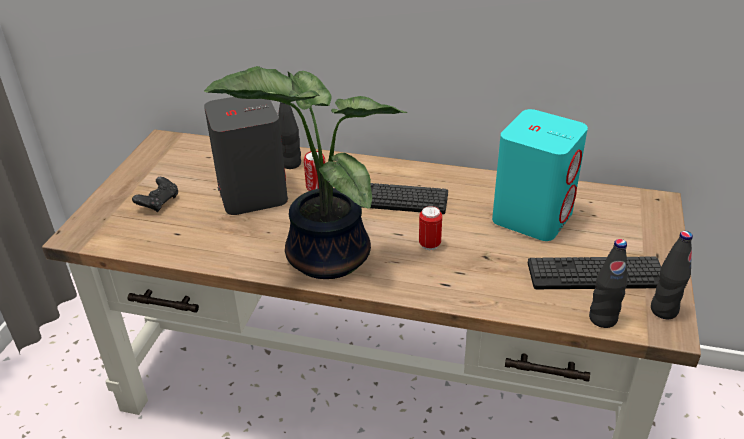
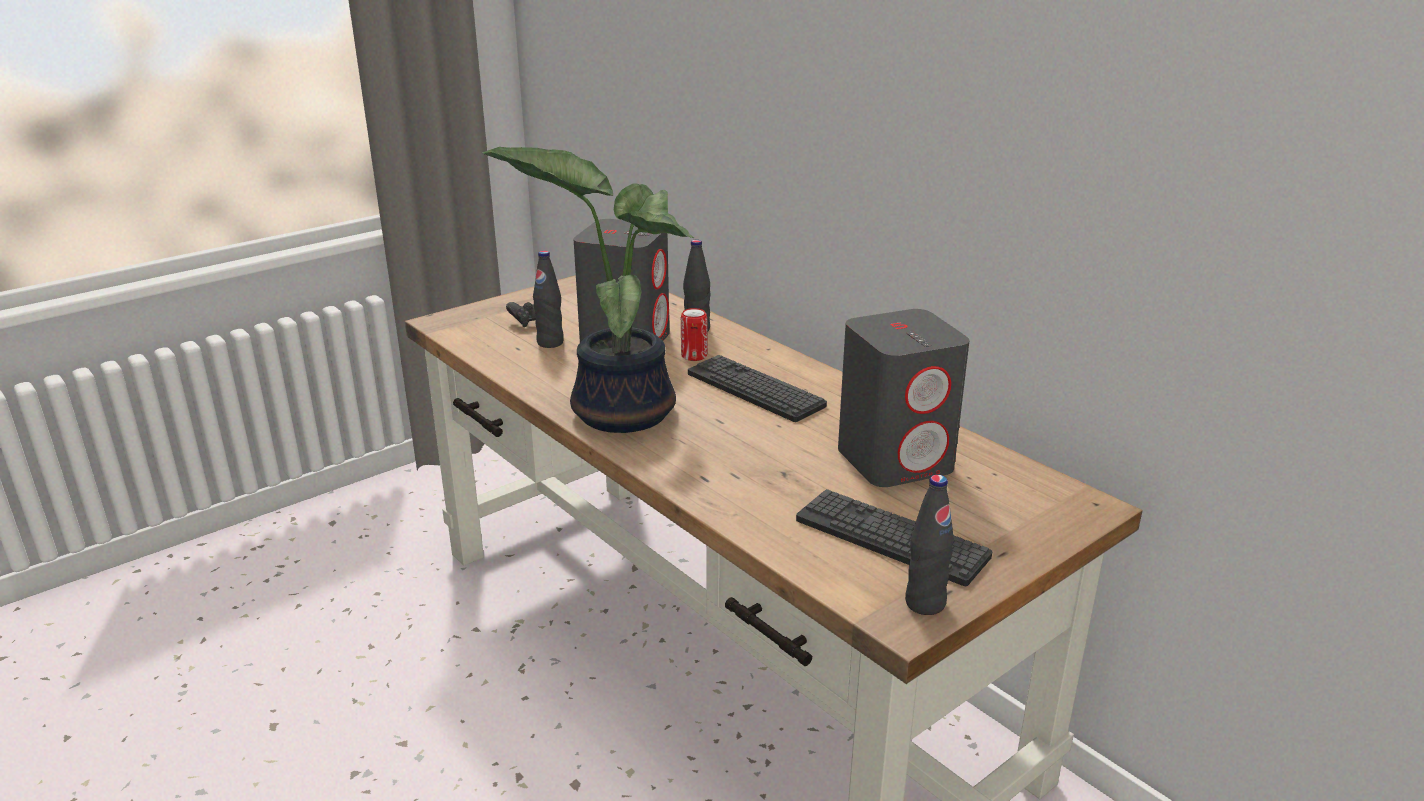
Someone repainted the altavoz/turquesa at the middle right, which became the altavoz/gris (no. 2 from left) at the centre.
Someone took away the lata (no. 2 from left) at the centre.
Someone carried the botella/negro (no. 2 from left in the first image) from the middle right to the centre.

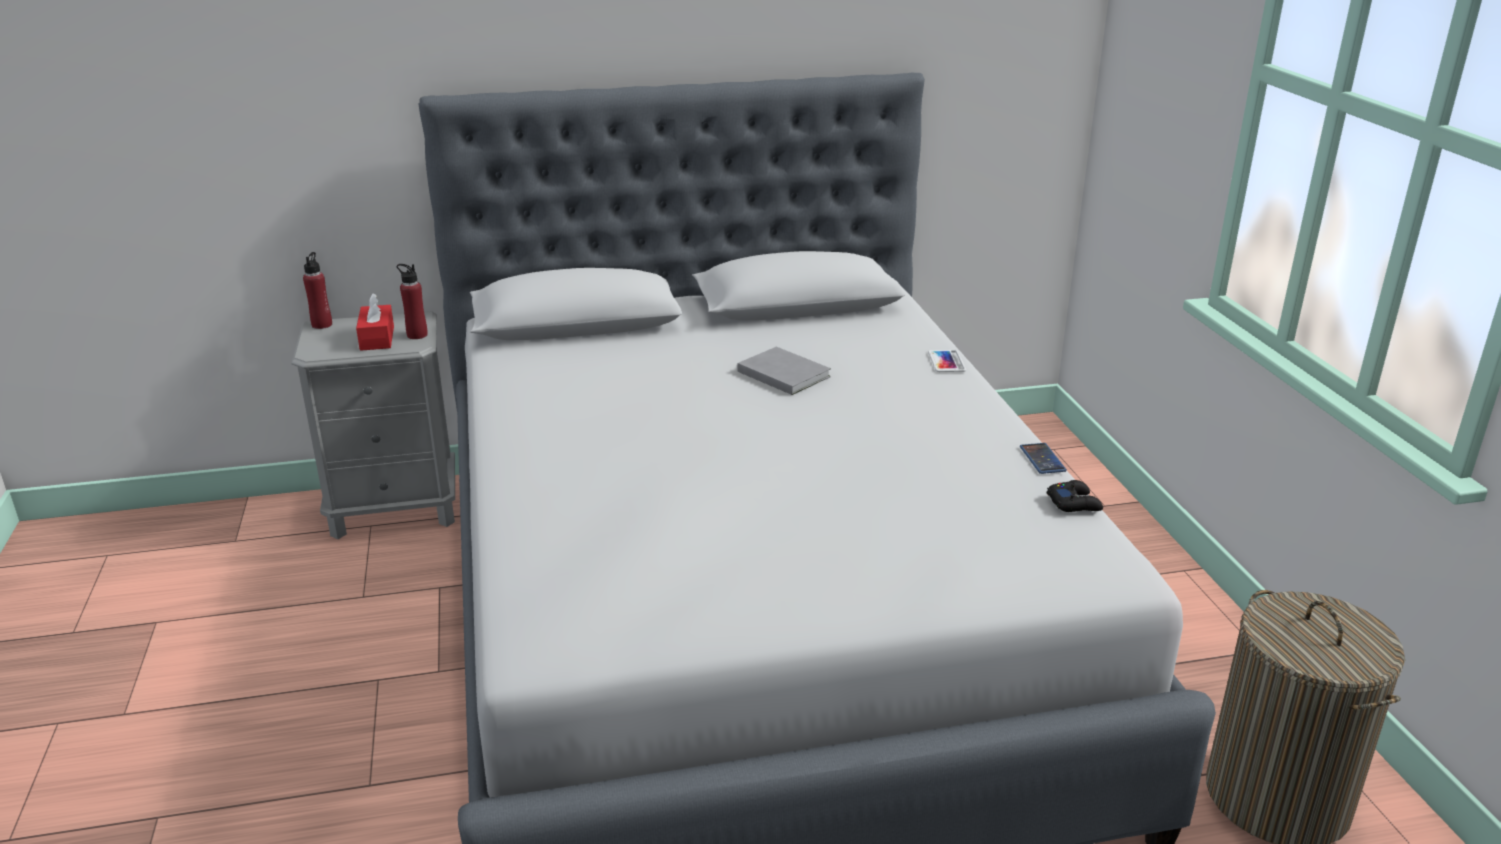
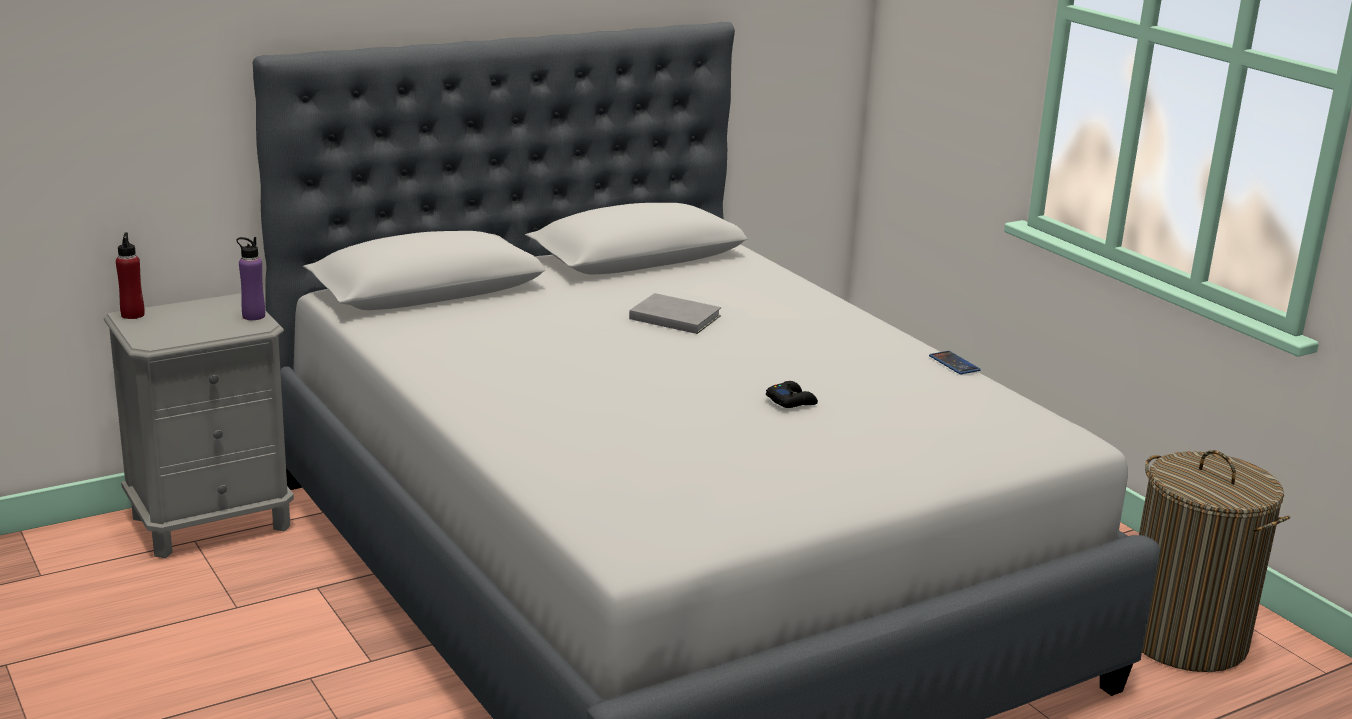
Someone repainted the botella/rojo (no. 2 from left) at the middle left, which became the botella/morado at the middle left.
Someone took away the caja de pañuelos/rojo at the middle left.
Someone took away the móvil (no. 1 from left) at the centre.
Someone carried the mando de consola/negro from the middle right to the centre.

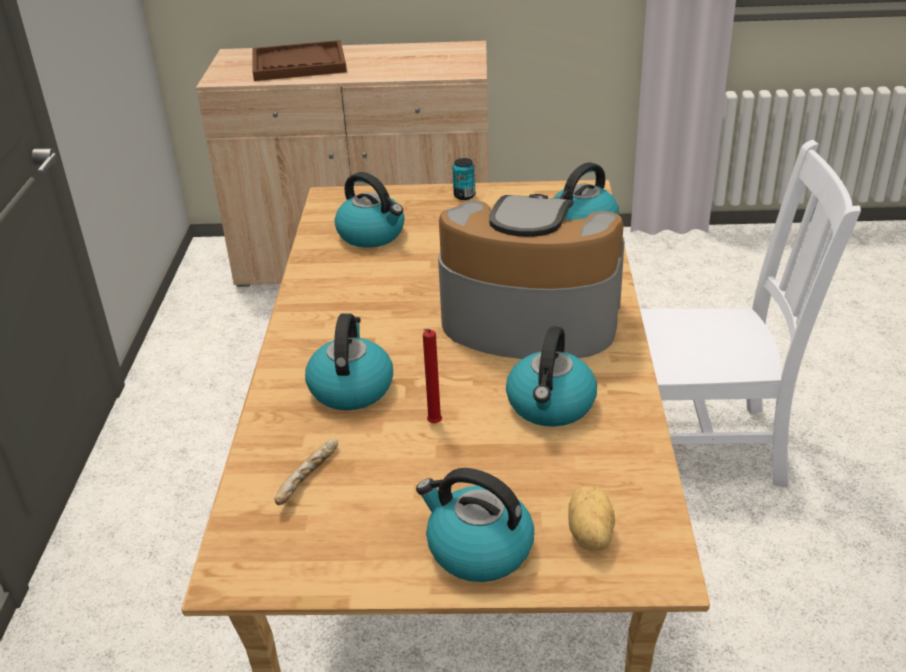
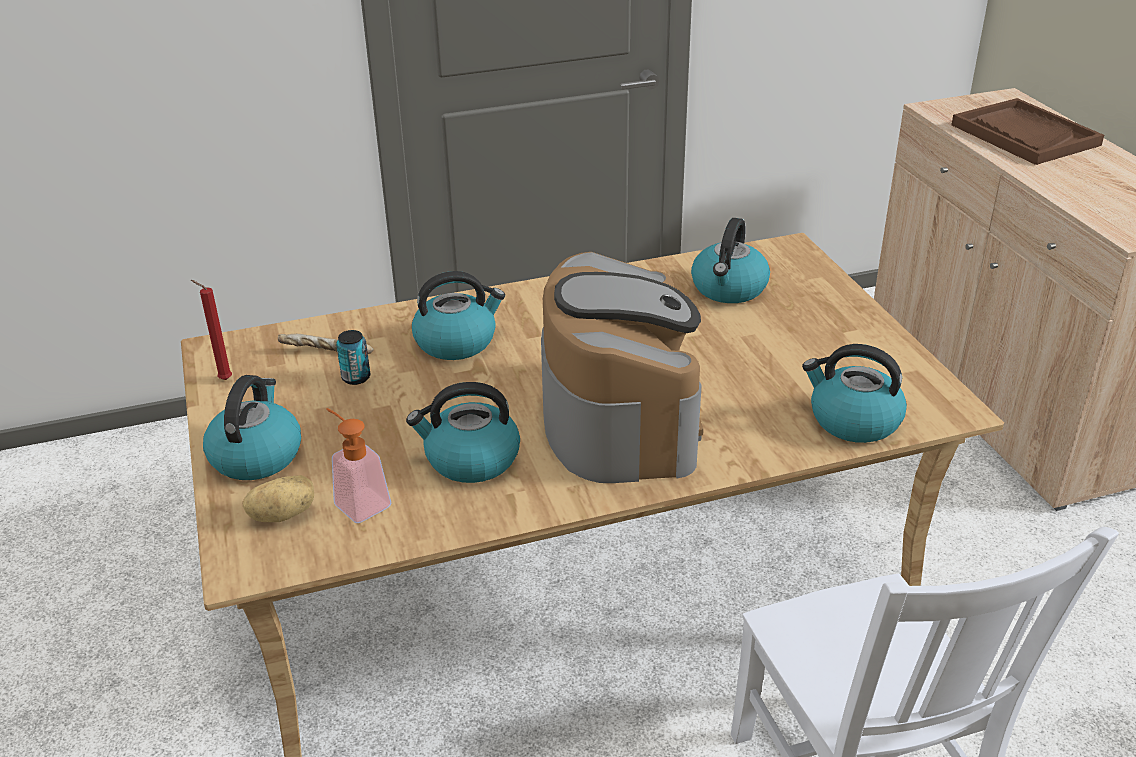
Someone carried the lata from the top centre to the middle left.
Someone carried the vela/rojo from the centre to the middle left.
Someone put down the dispensador de jabón at the middle left.

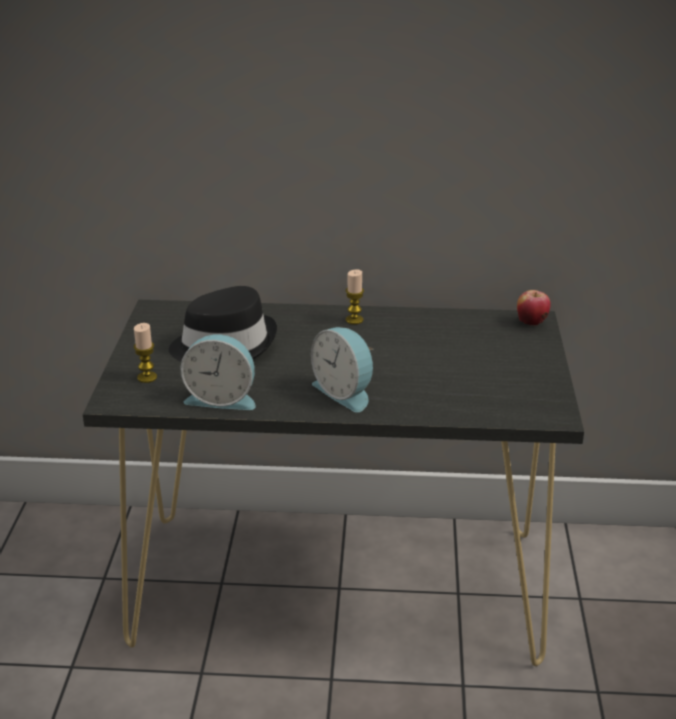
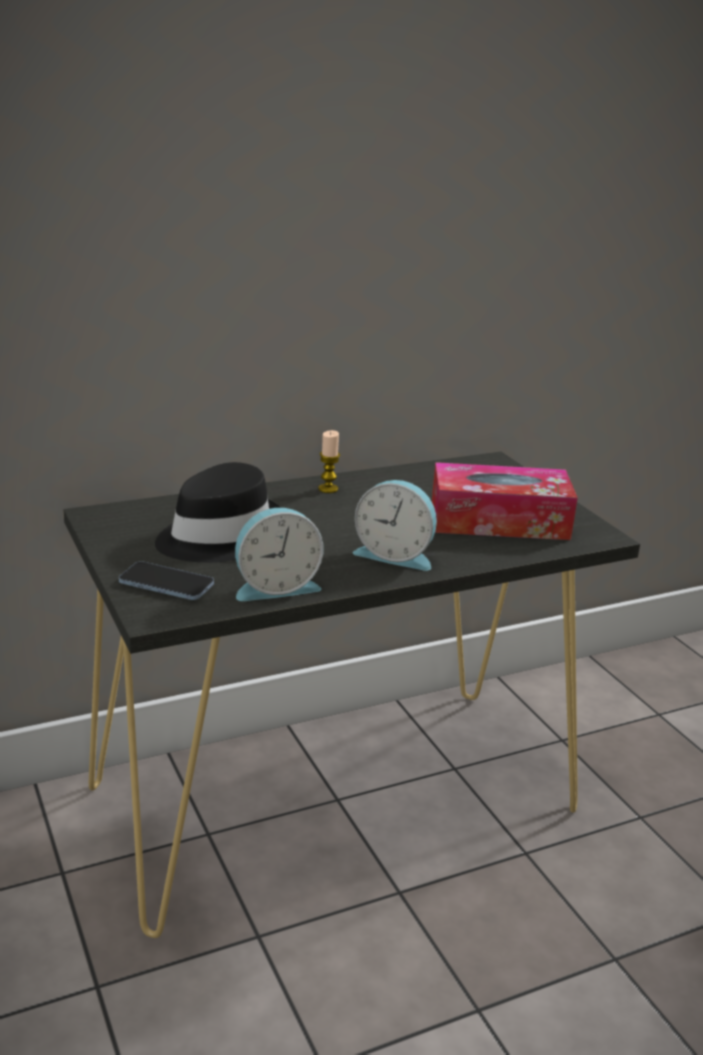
Someone took away the manzana at the middle right.
Someone swapped the vela (no. 1 from left) at the middle left for the móvil at the middle left.
Someone put down the caja de pañuelos at the middle right.

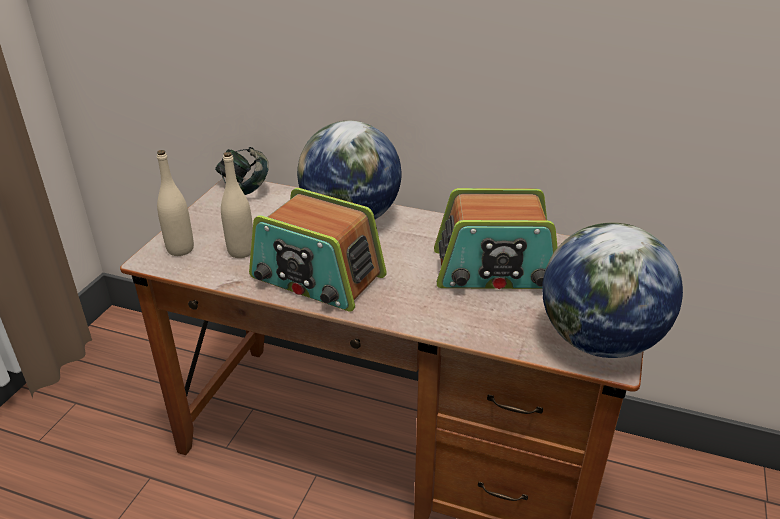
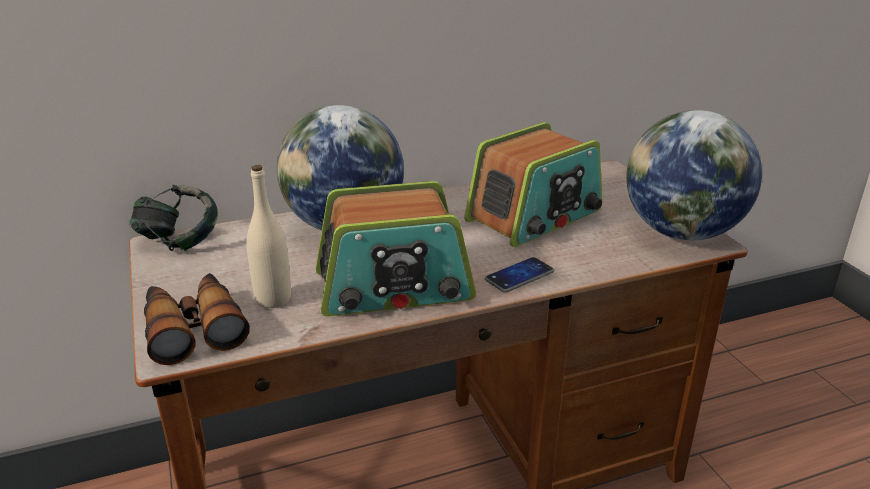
Someone swapped the botella/beis (no. 1 from left) at the middle left for the prismáticos at the middle left.
Someone put down the móvil at the centre.

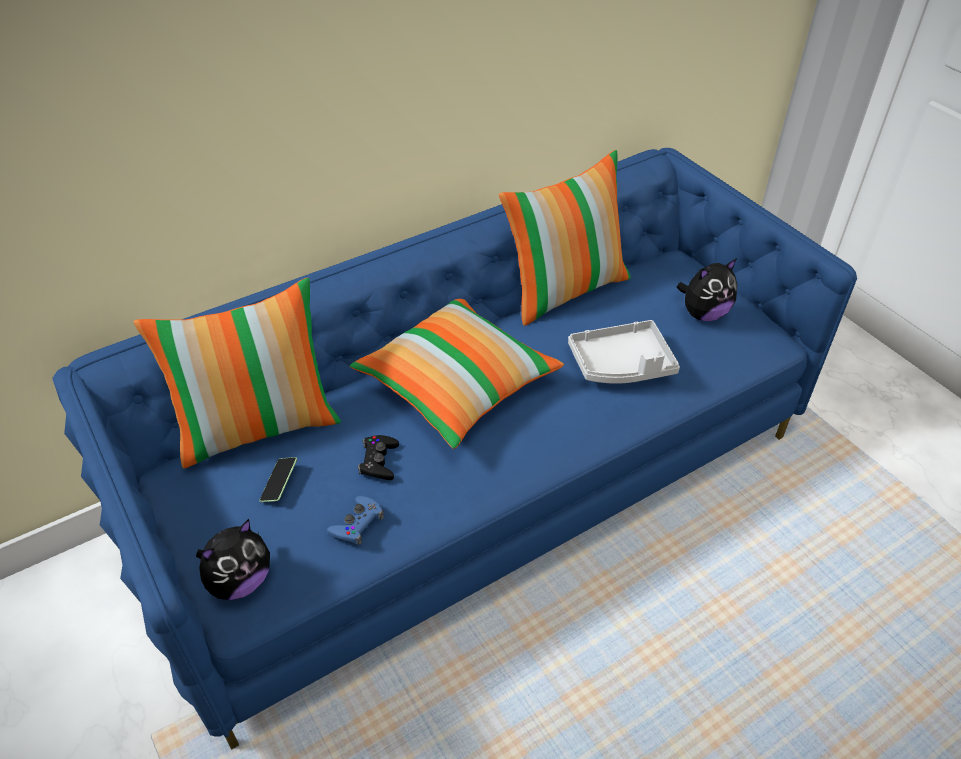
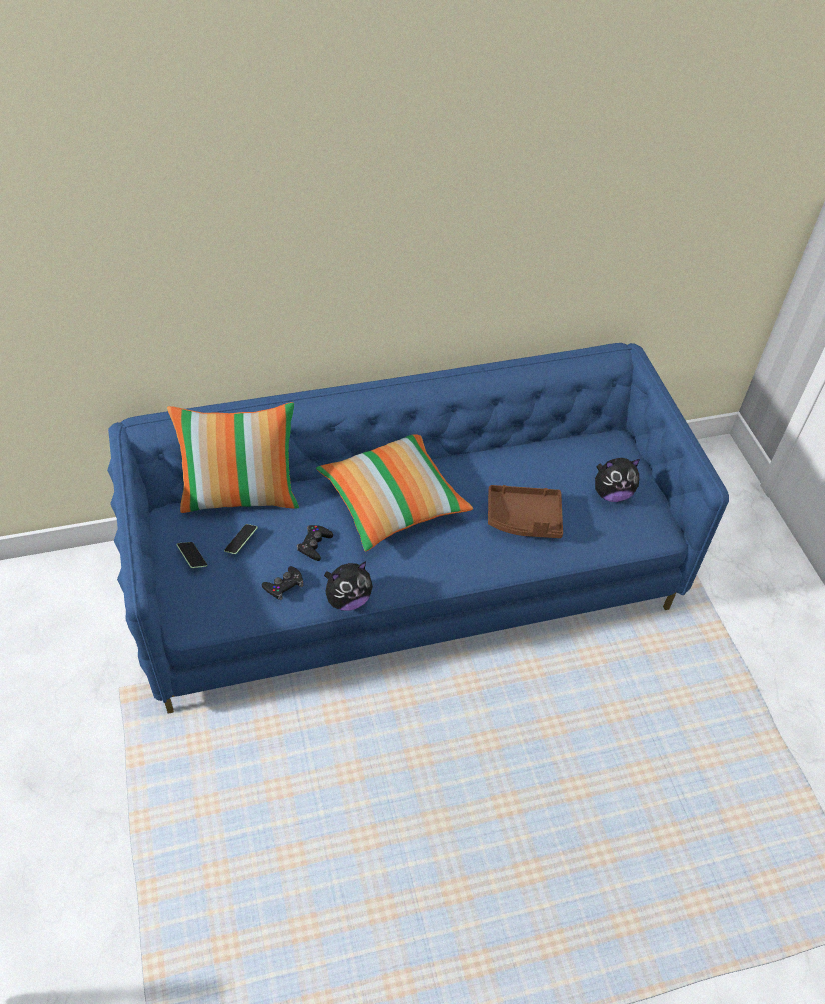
Someone took away the cojín (no. 3 from left) at the top centre.
Someone repainted the bandeja/gris at the centre, which became the bandeja/marrón at the centre.
Someone repainted the mando de consola/azul at the bottom centre, which became the mando de consola/negro (no. 1 from left) at the centre.
Someone carried the peluche (no. 1 from left) from the bottom left to the centre.
Someone put down the móvil (no. 1 from left) at the middle left.

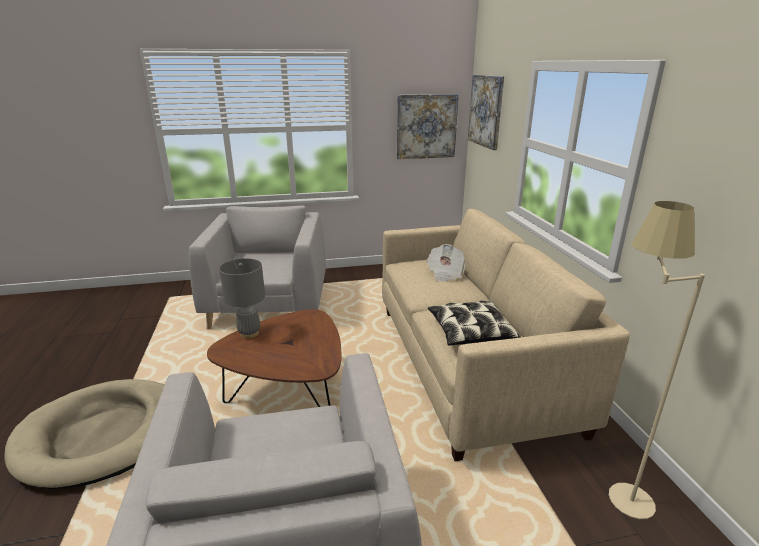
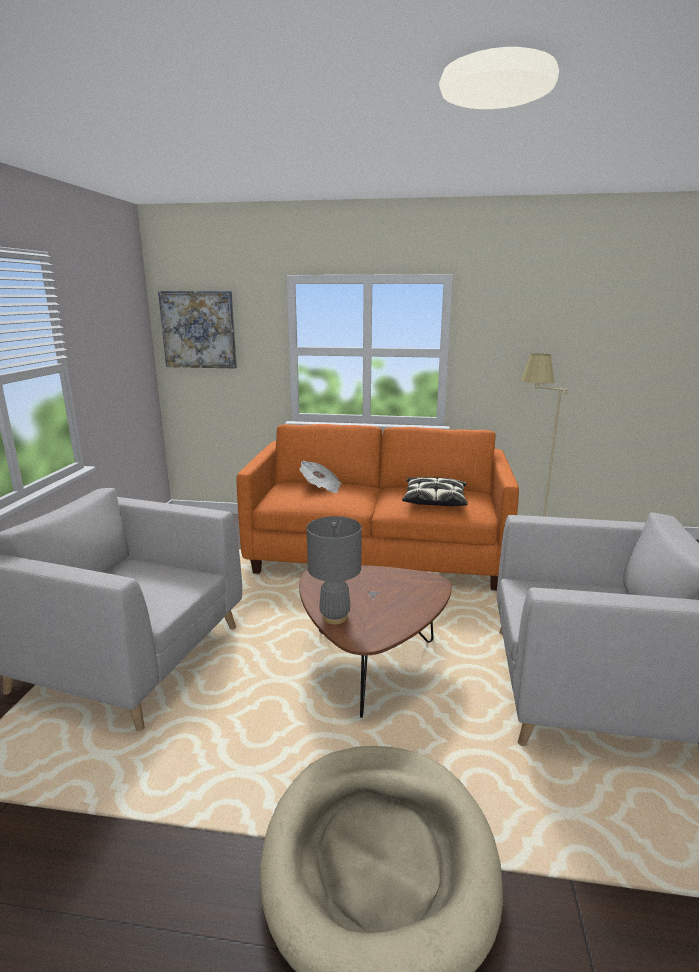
Someone took away the cuadro (no. 1 from left) at the top centre.
Someone repainted the sofá/beis at the middle right, which became the sofá/naranja at the centre.

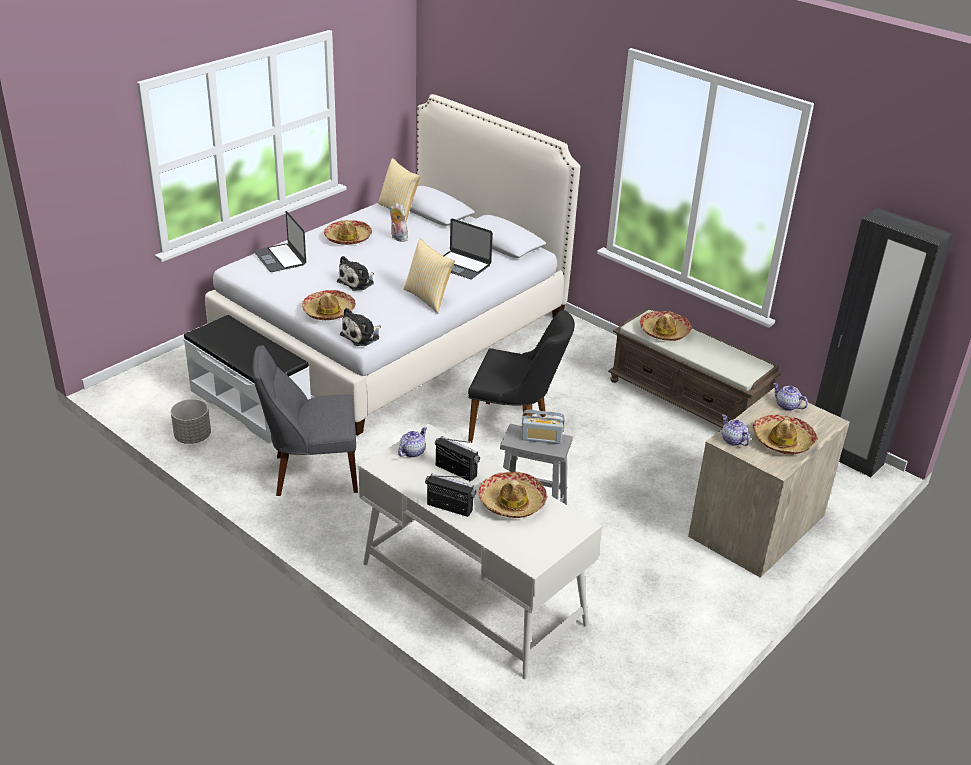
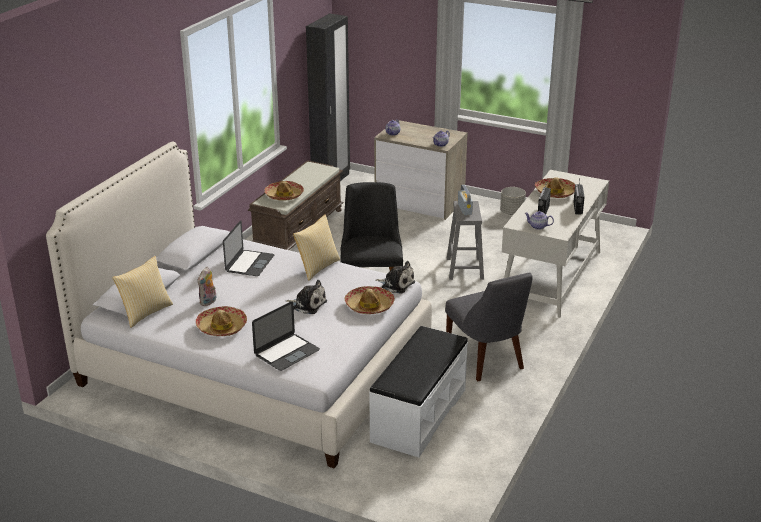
Someone carried the maceta/gris from the middle left to the middle right.
Someone took away the sombrero (no. 5 from left) at the middle right.

